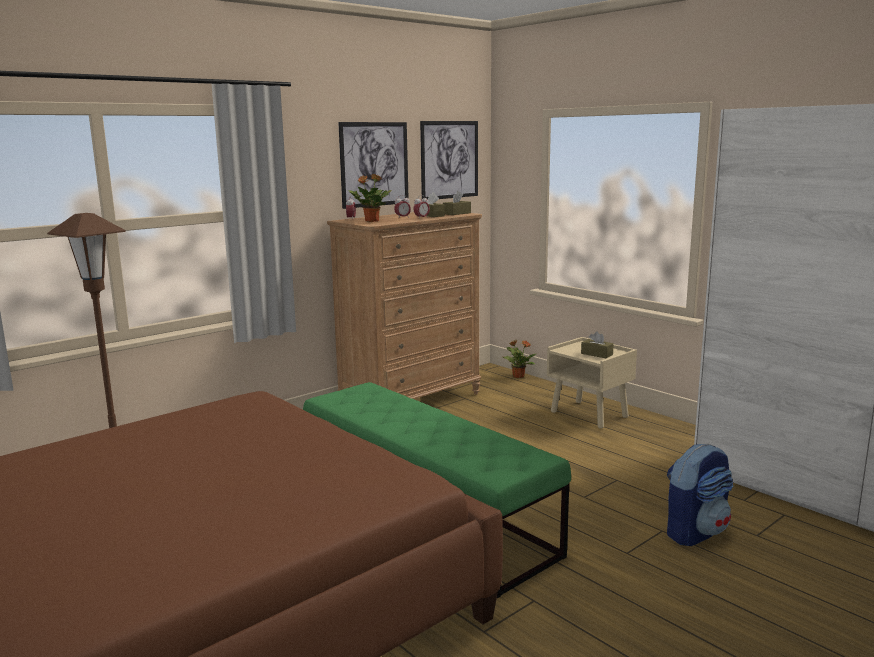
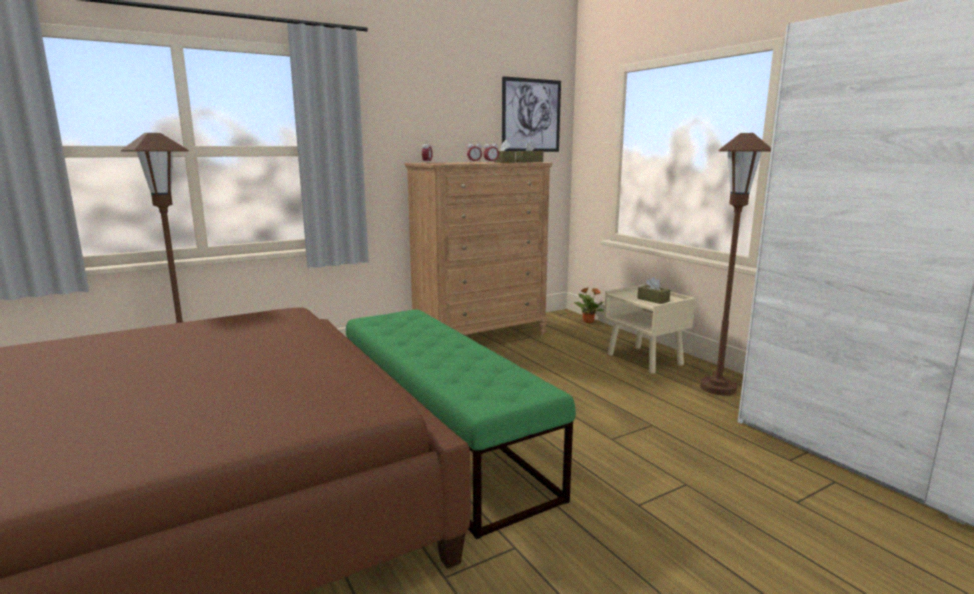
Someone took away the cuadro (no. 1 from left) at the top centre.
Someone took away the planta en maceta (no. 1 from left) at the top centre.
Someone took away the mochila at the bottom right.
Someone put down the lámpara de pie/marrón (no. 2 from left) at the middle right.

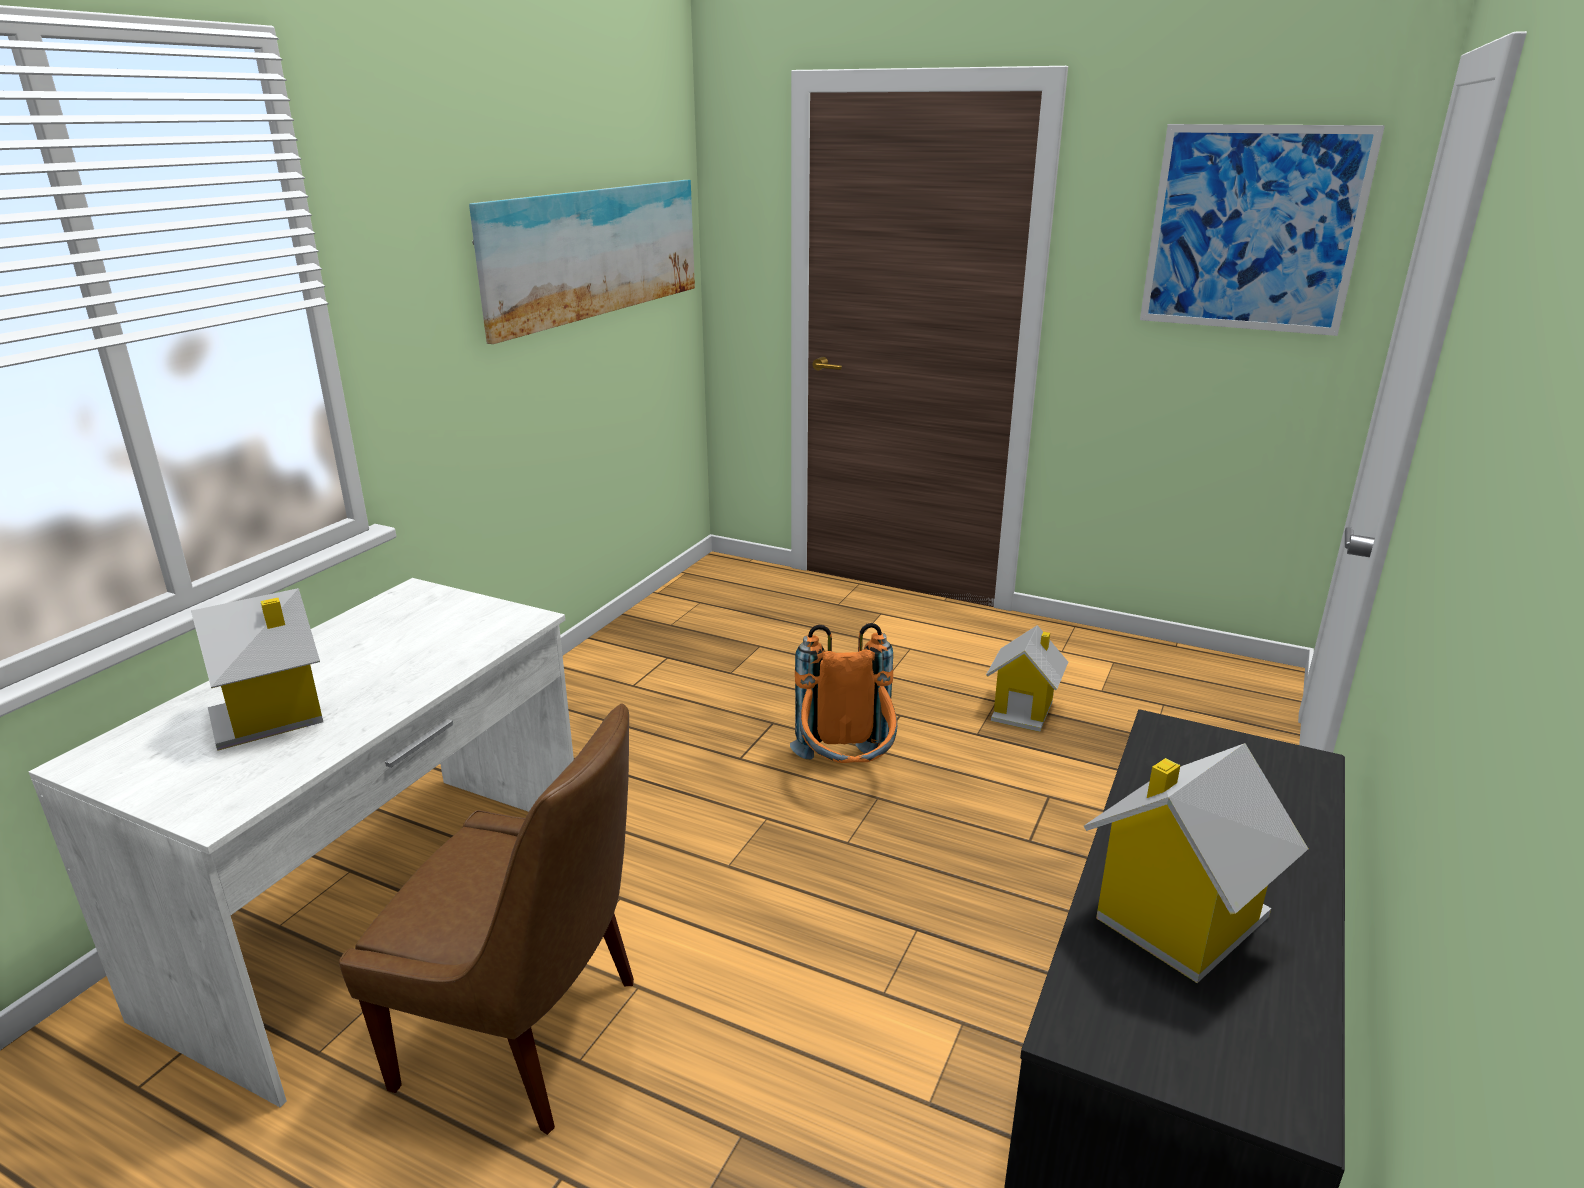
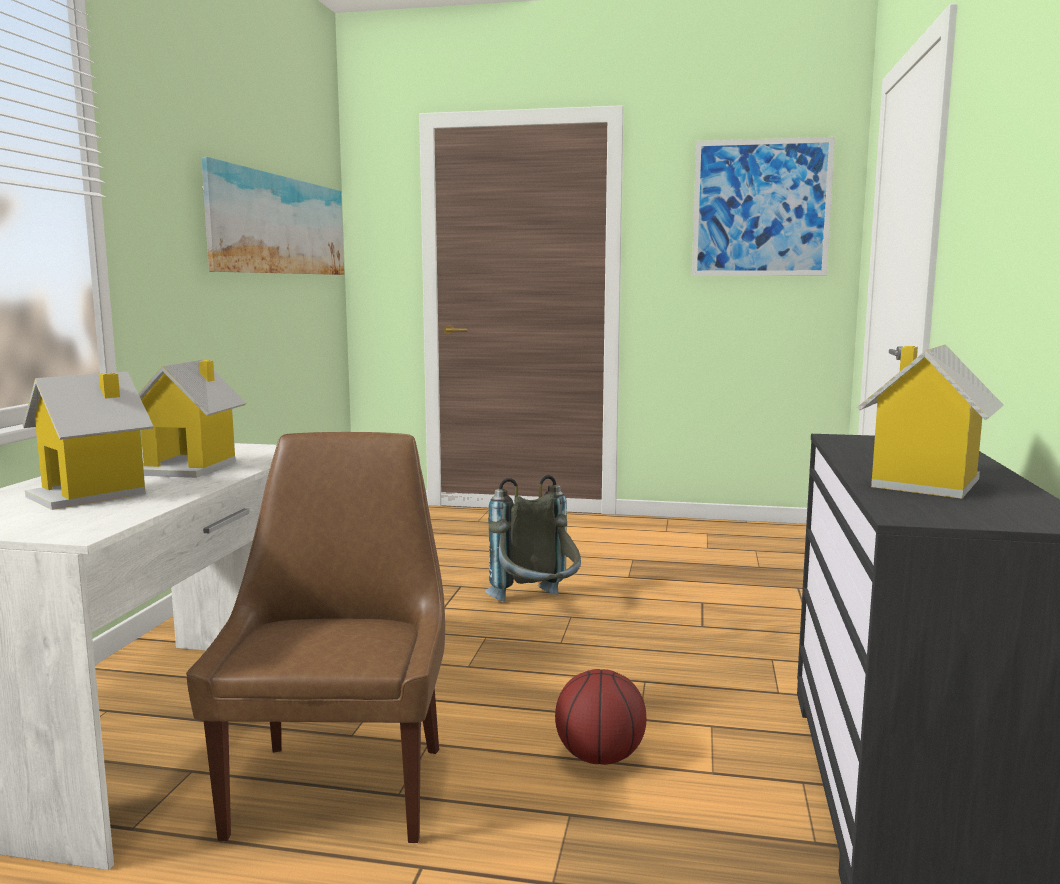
Someone repainted the mochila/naranja at the centre, which became the mochila/gris at the centre.
Someone carried the casita (no. 2 from left) from the centre to the middle left.
Someone rotated the silla/marrón at the bottom left by 90 degrees counterclockwise.
Someone put down the balón de baloncesto at the bottom centre.

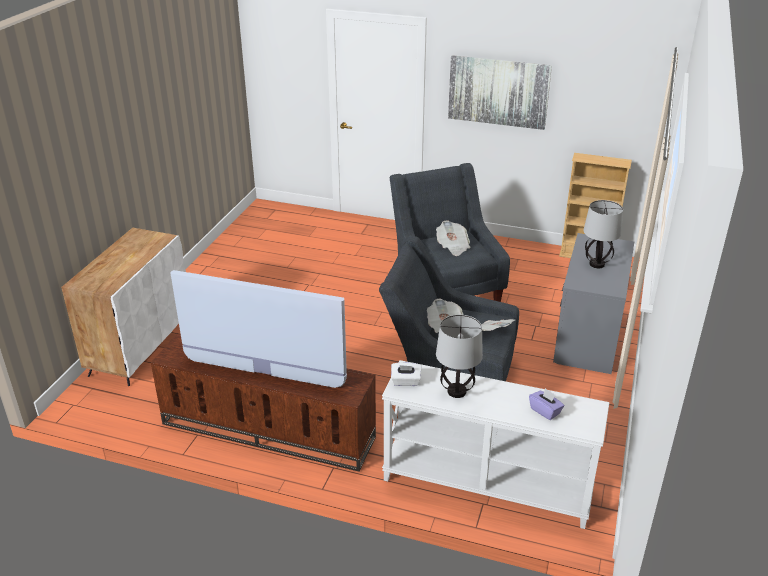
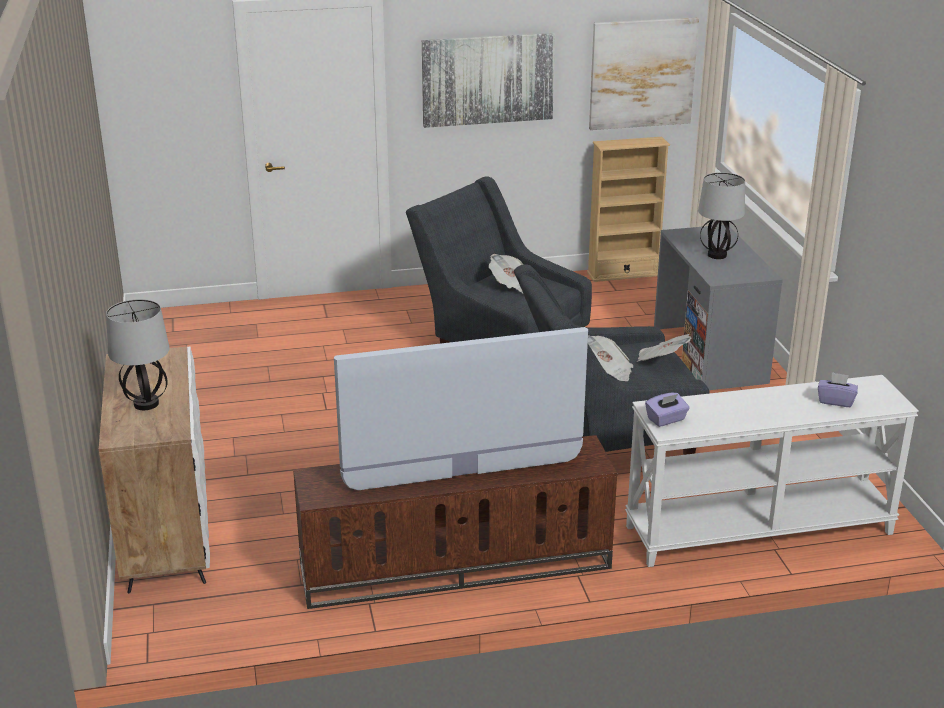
Someone carried the lámpara de mesa (no. 1 from left) from the centre to the middle left.
Someone repainted the caja de pañuelos/blanco at the centre, which became the caja de pañuelos/morado (no. 1 from left) at the middle right.
Someone put up the cuadro (no. 2 from left) at the top right.

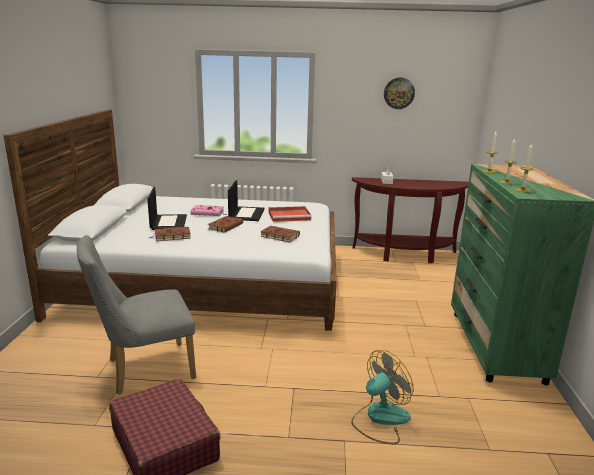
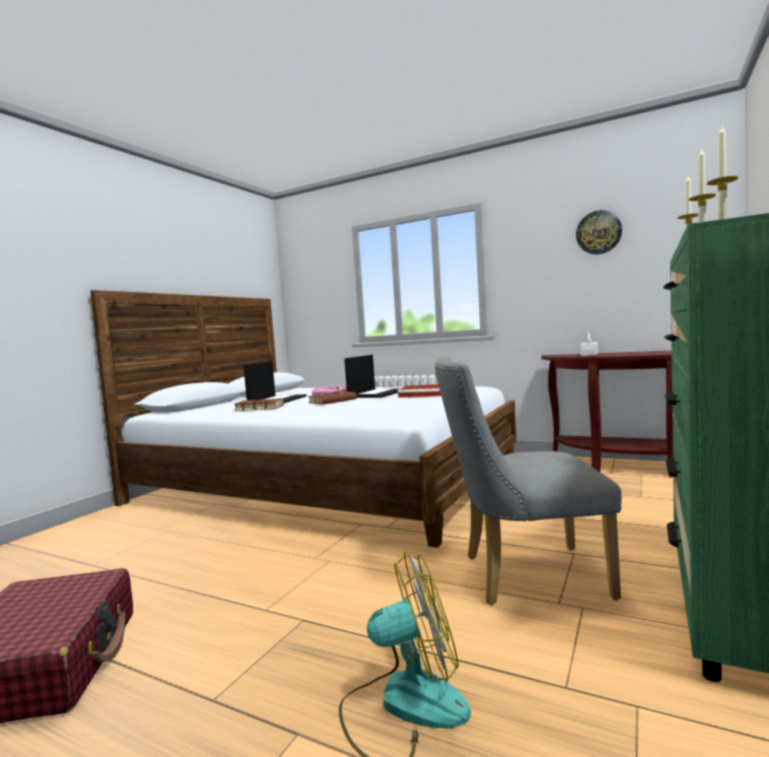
Someone took away the libro/marrón (no. 3 from left) at the centre.
Someone carried the silla/gris from the middle left to the middle right.

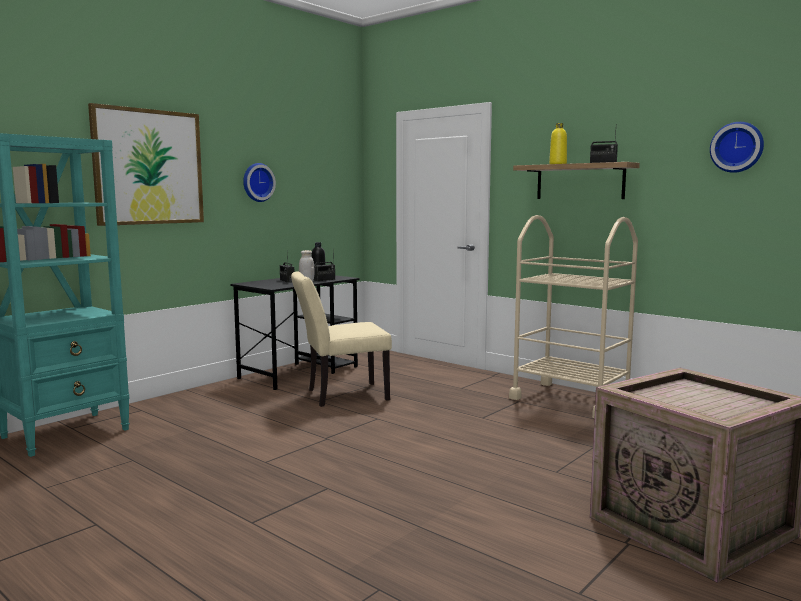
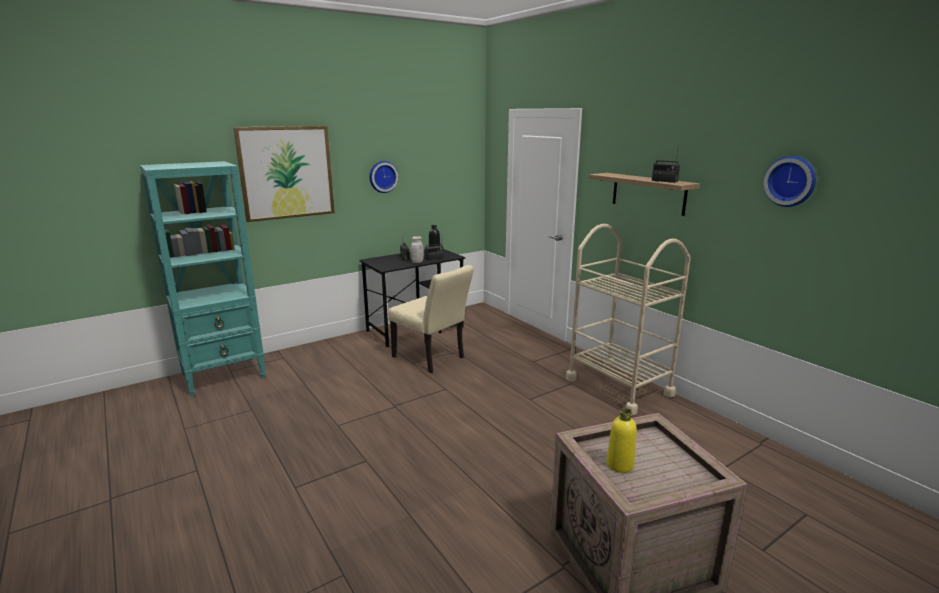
Someone carried the botella/amarillo from the top right to the bottom centre.
Someone rotated the silla/beis at the centre by 135 degrees counterclockwise.

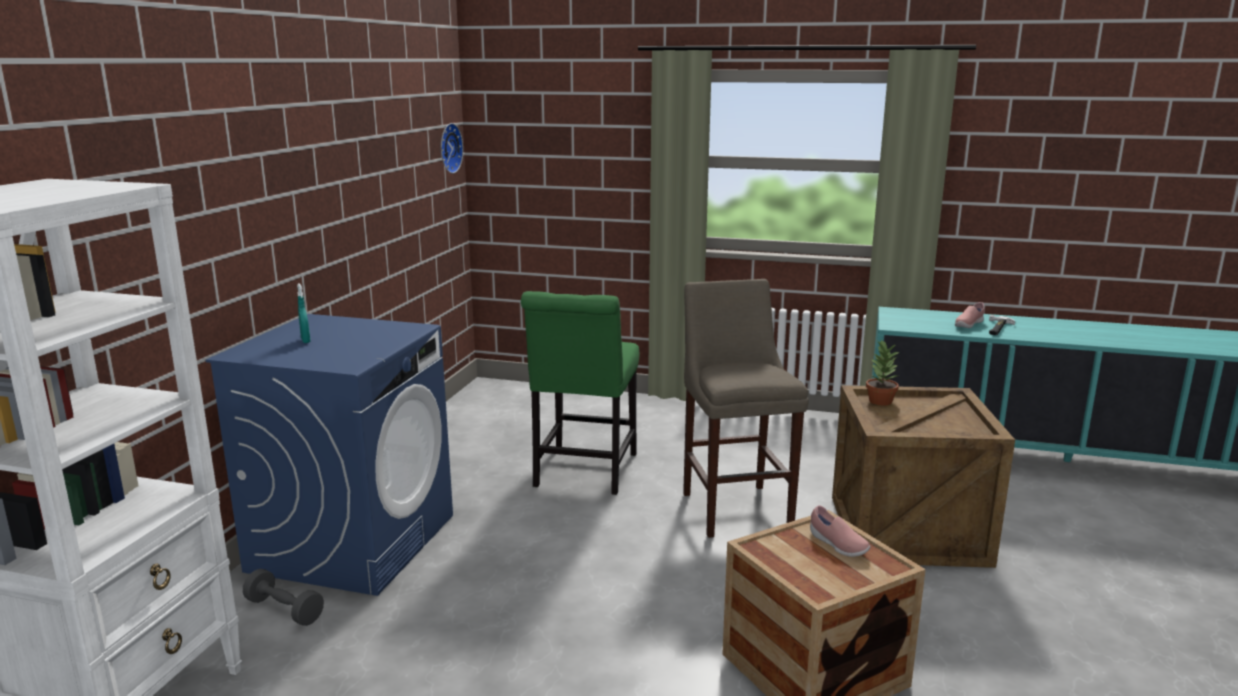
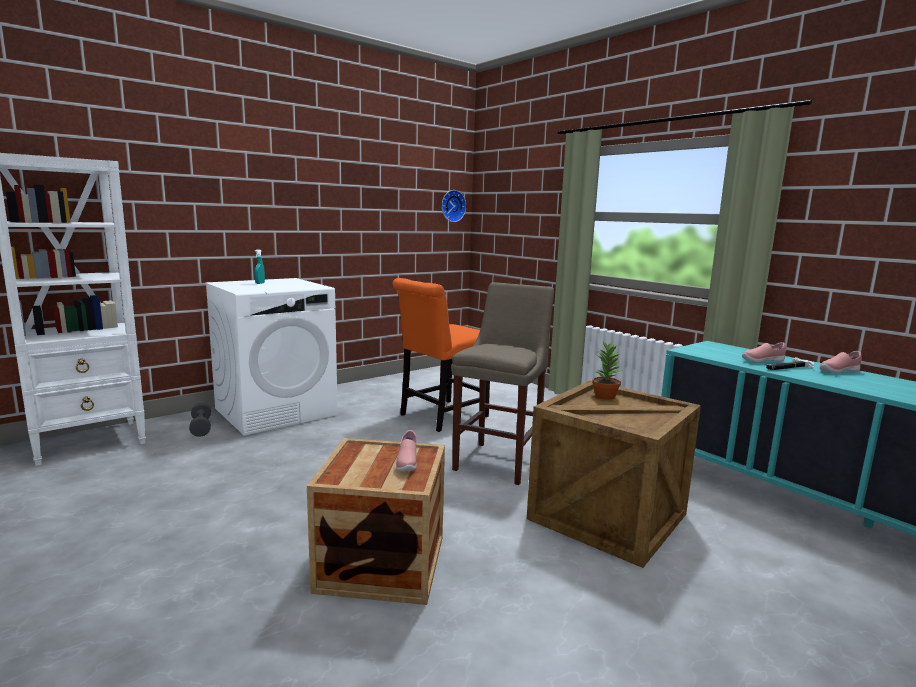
Someone repainted the silla/verde at the centre, which became the silla/naranja at the centre.
Someone repainted the lavadora/azul at the middle left, which became the lavadora/blanco at the middle left.
Someone put down the zapato/rosa (no. 3 from left) at the middle right.

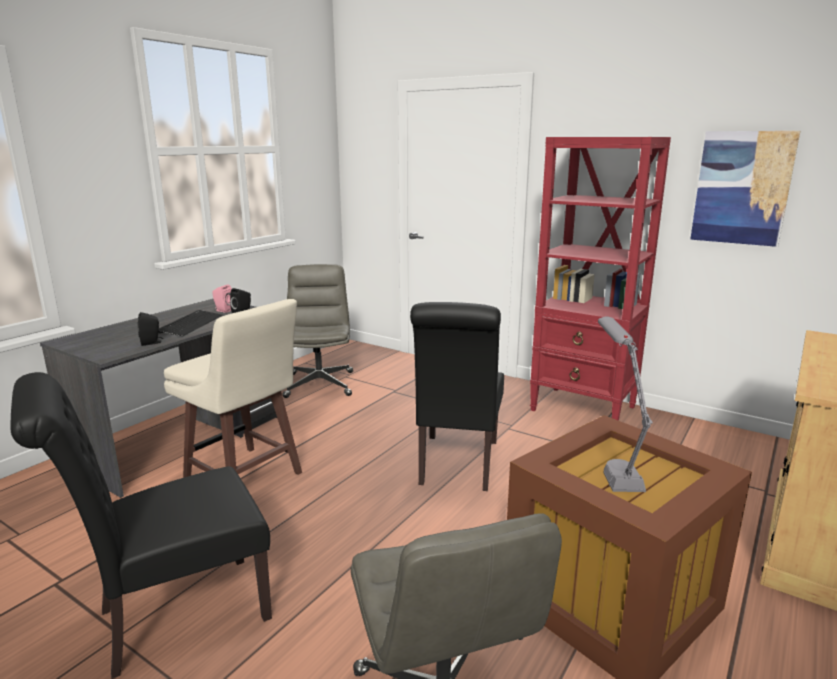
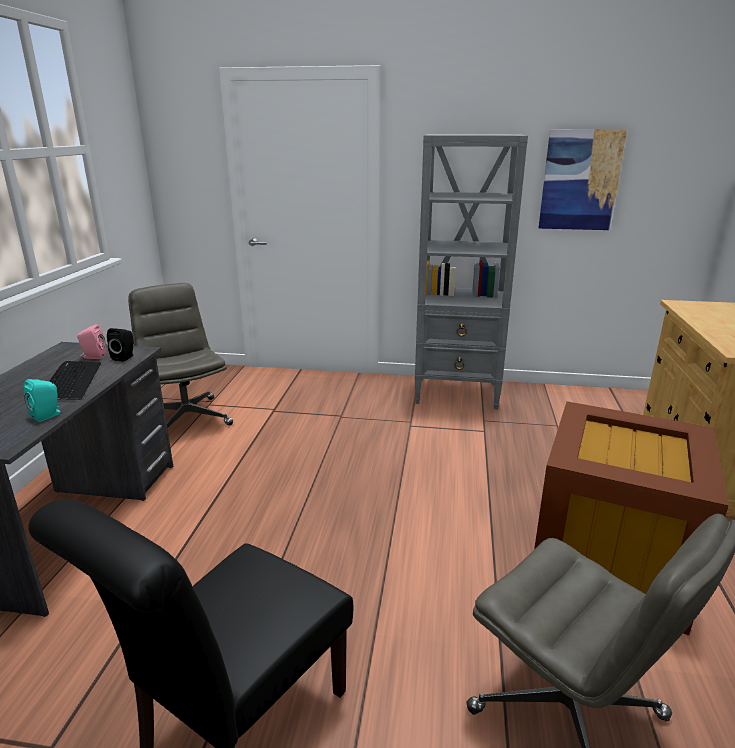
Someone repainted the estantería/rojo at the middle right, which became the estantería/gris at the centre.
Someone took away the taburete/beis at the middle left.
Someone took away the silla/negro (no. 2 from left) at the centre.
Someone repainted the altavoz/negro (no. 1 from left) at the middle left, which became the altavoz/turquesa at the middle left.
Someone took away the lámpara de mesa/gris at the middle right.

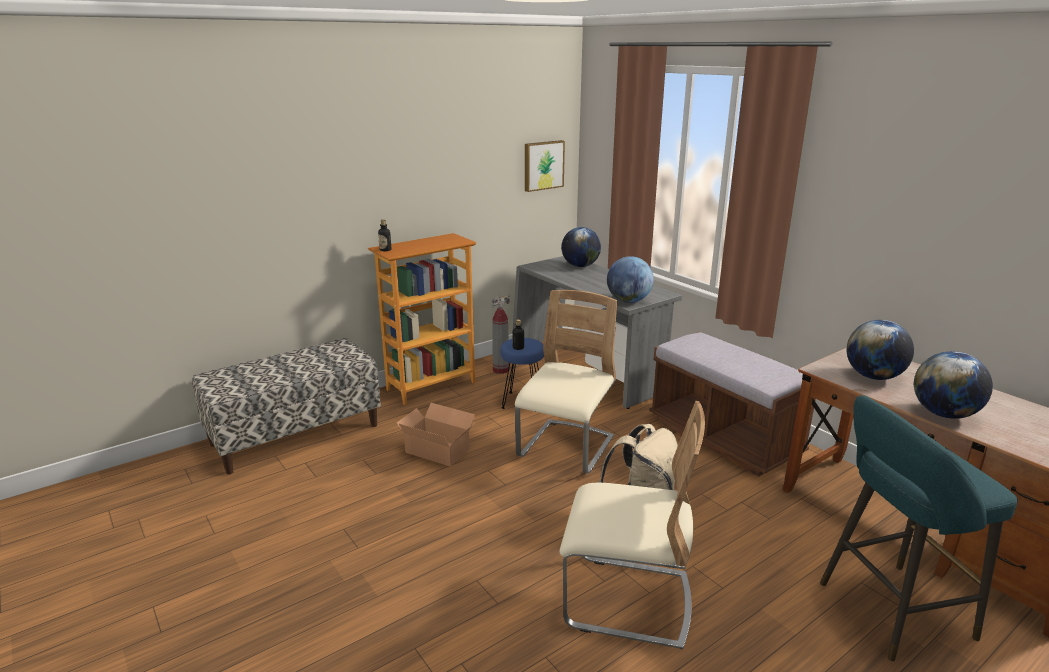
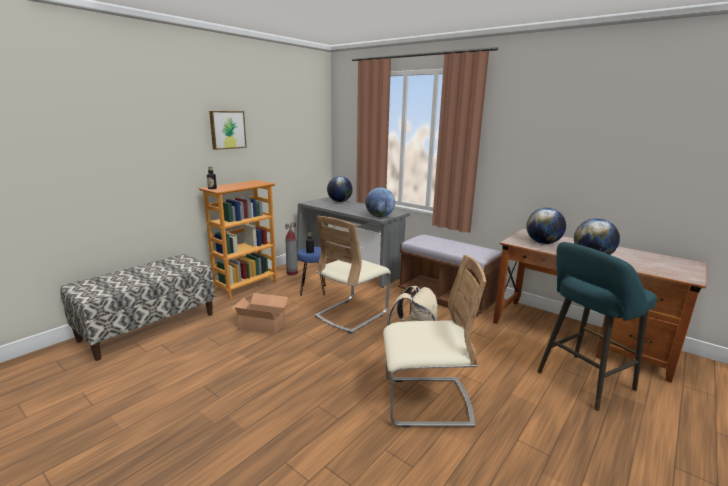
Someone carried the cuadro from the top centre to the top left.
Someone rotated the silla/beis (no. 1 from left) at the centre by 150 degrees counterclockwise.

